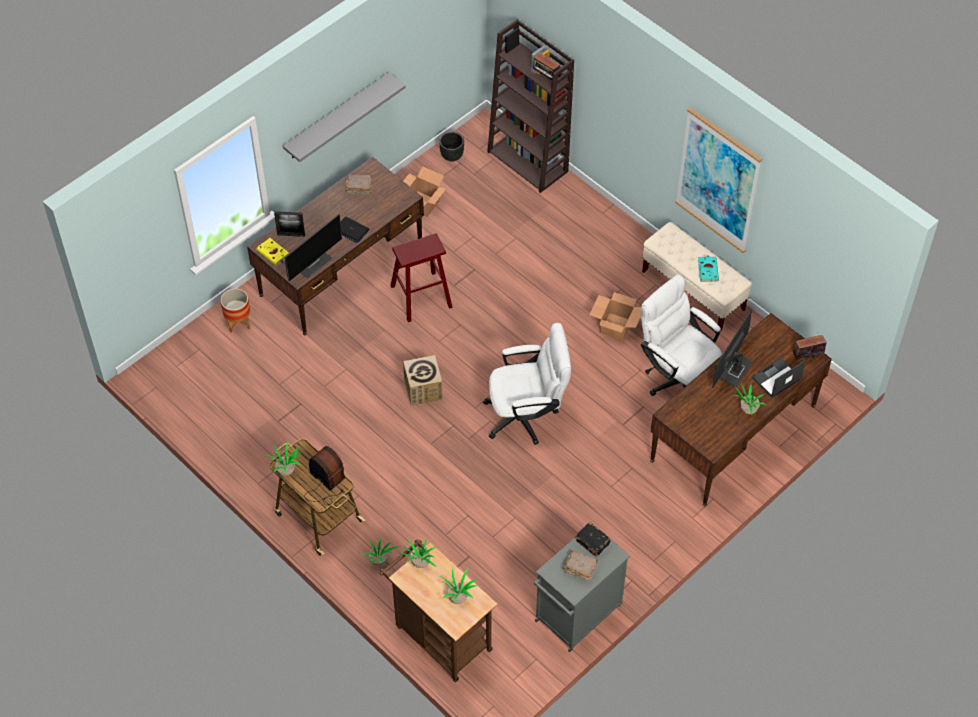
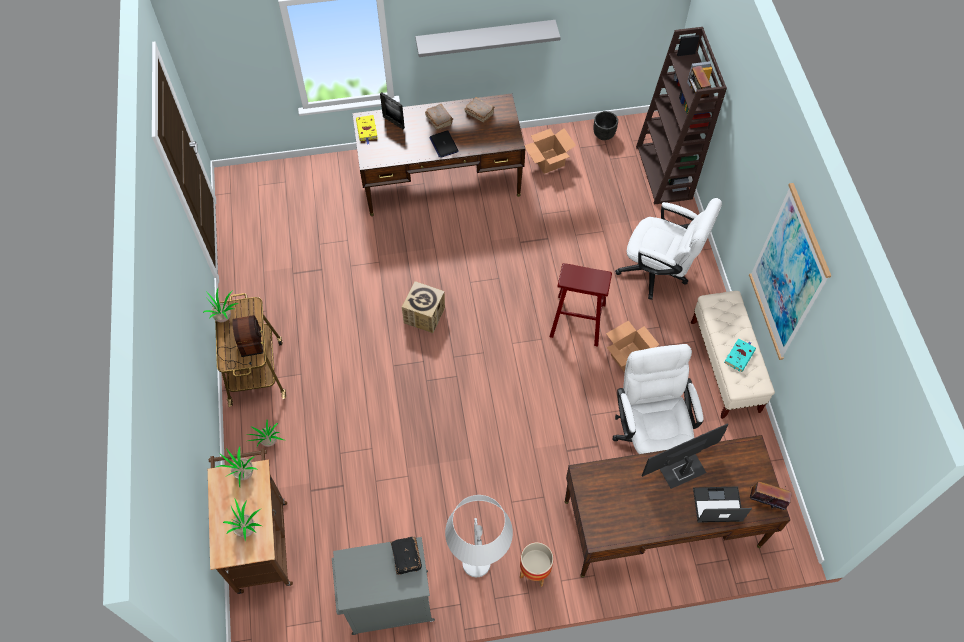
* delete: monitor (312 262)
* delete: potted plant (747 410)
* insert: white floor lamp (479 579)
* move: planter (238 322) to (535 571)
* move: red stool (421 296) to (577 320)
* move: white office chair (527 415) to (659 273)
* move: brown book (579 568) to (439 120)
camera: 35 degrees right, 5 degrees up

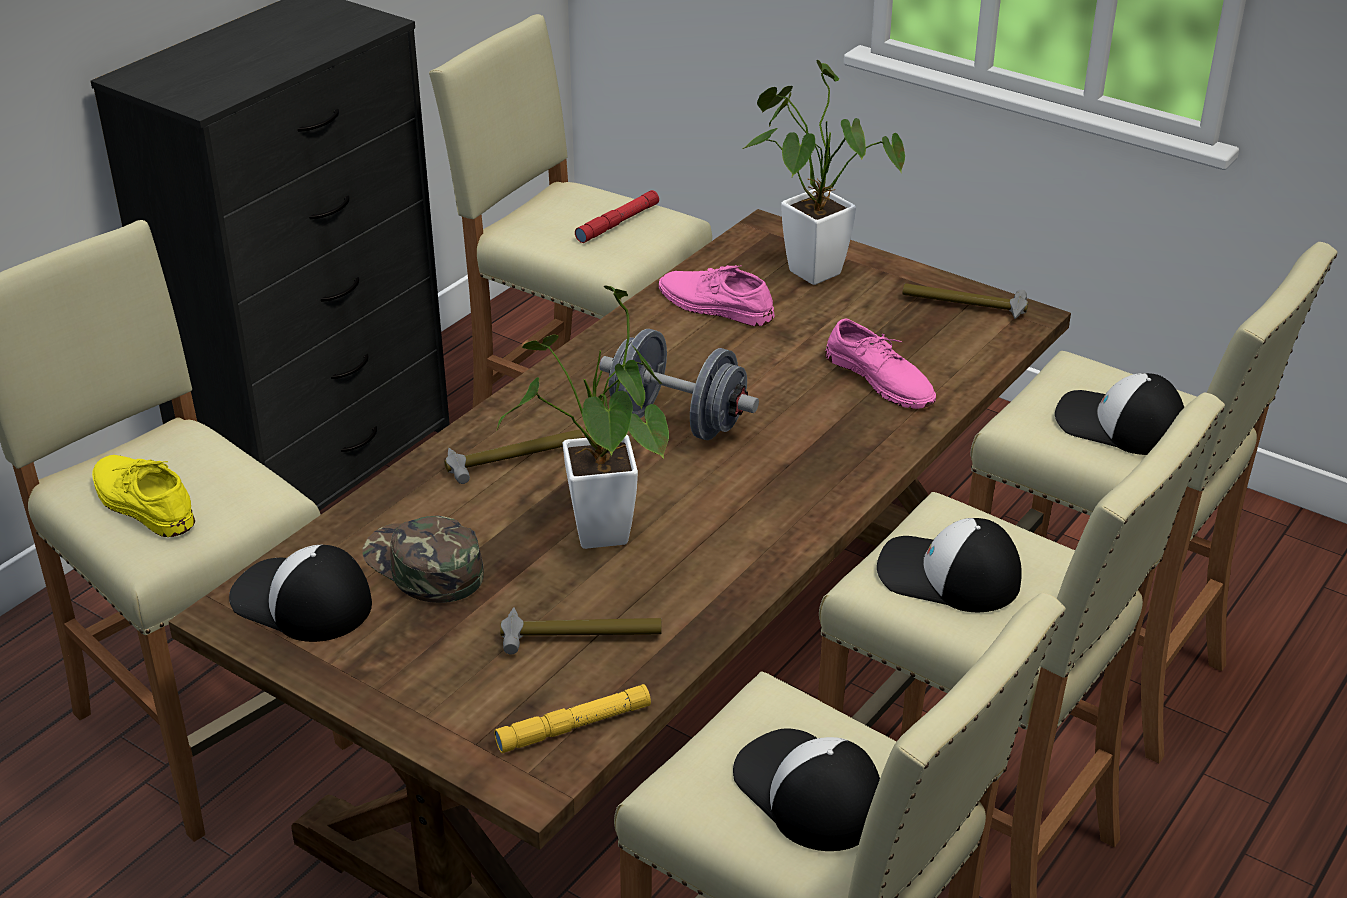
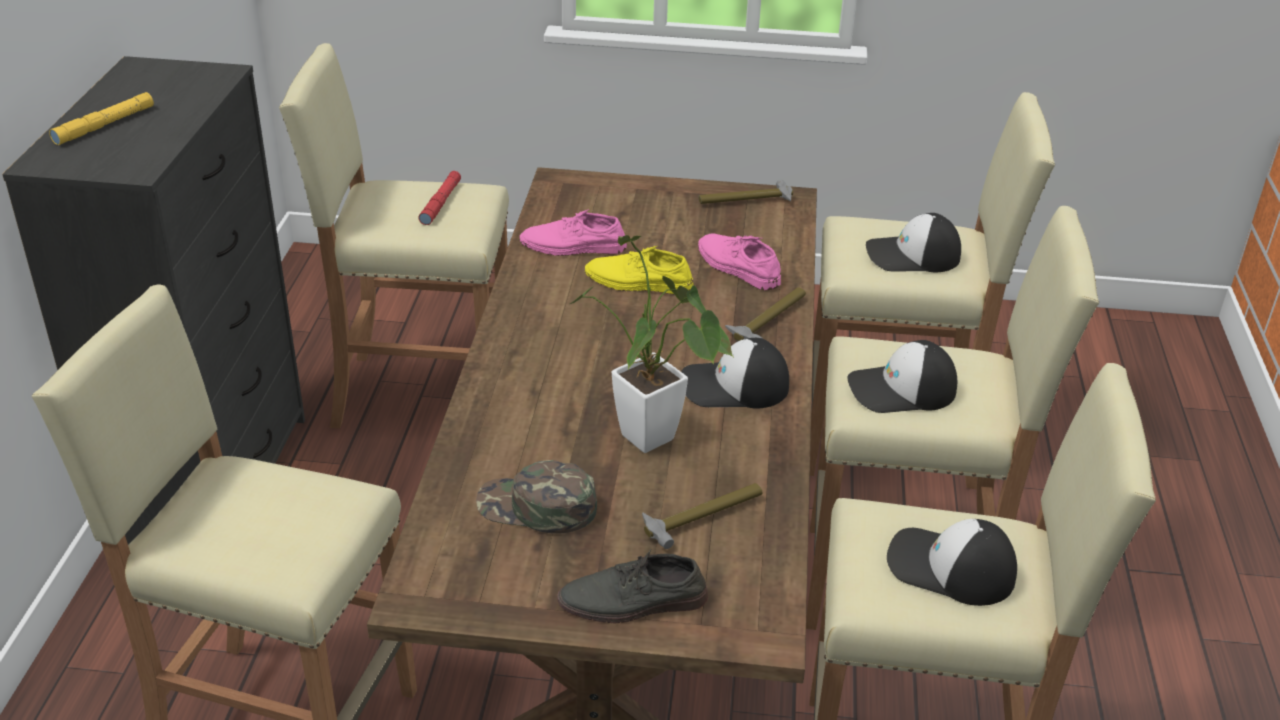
* delete: grey dumbbell (677 422)
* delete: potted plant (807 268)
* insert: grey shoe (633 602)
* move: yellow shoe (141 502) to (638 282)
* move: cap (301 601) to (733 386)
* move: hammer (515 459) to (769 321)
* move: yellow flashlight (574 726) to (104 125)
* rotate: pink shoe (880 378) = (737 267) 150 degrees counterclockwise
camera: 30 degrees left, 0 degrees up

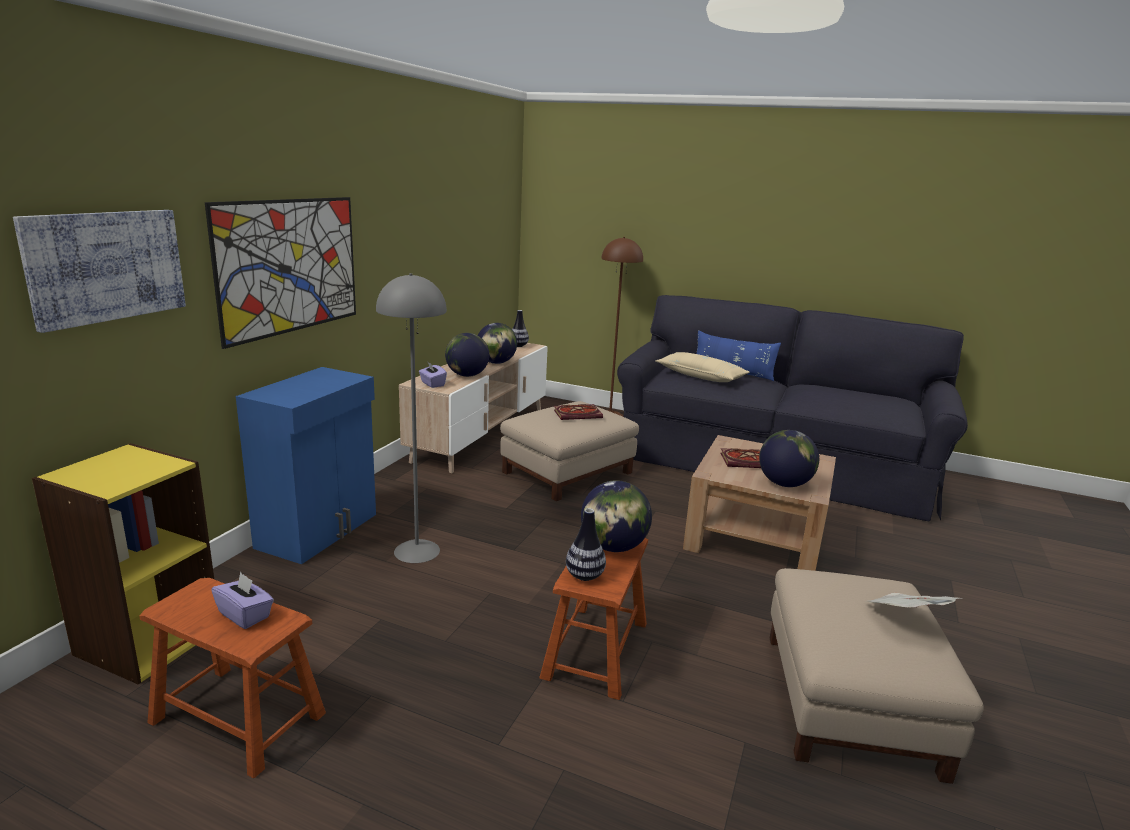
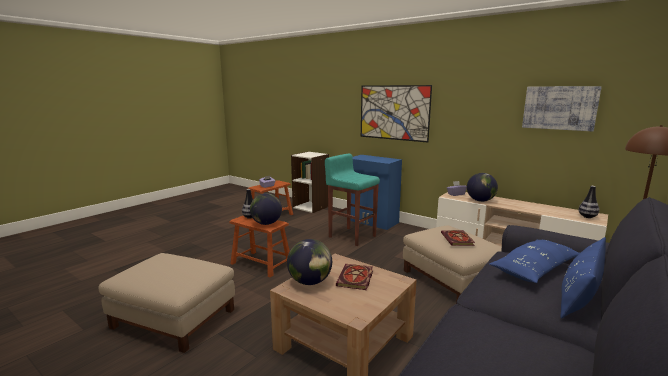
* delete: globe (496 363)
* delete: newspaper (906 618)
* move: picture (106 266) to (559 108)
* replace: grey floor lamp (416 551) to turquoise stool (352 236)
* recolor: yellow bookcase (148 640) to white bookcase (311 207)
* recolor: beige pillow (701 376) to blue pillow (535 269)
camera: 105 degrees right, 5 degrees down

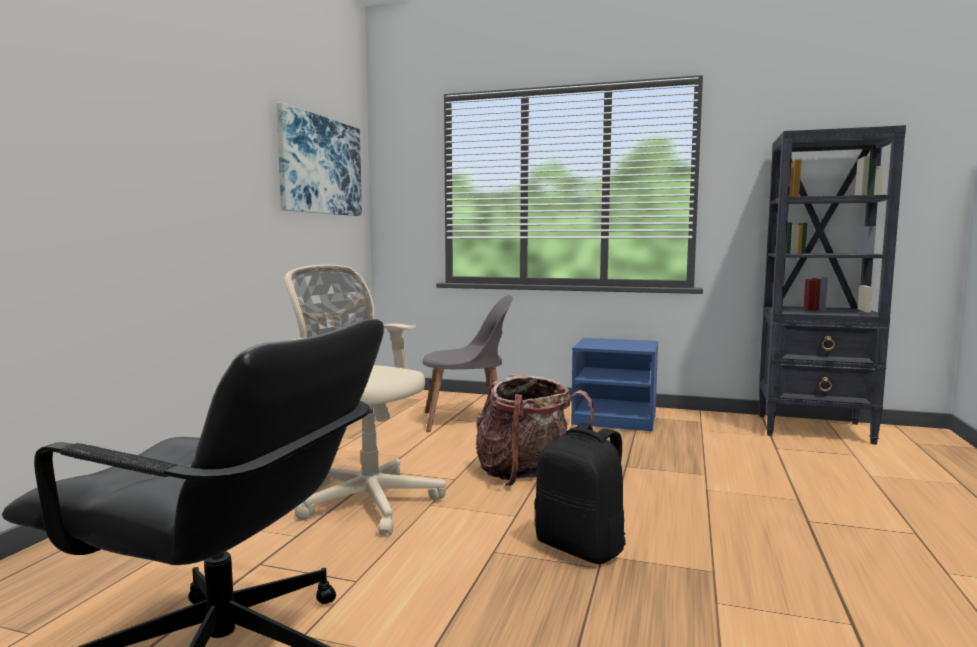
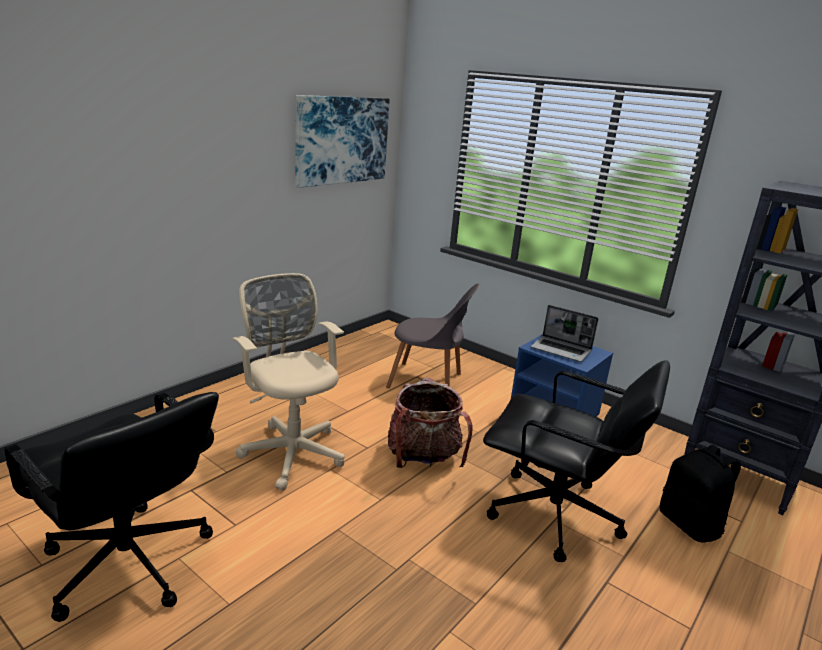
* insert: black office chair (555 516)
* insert: laptop (561 350)
* move: black backpack (582 547) to (690 525)
camera: 20 degrees right, 15 degrees up

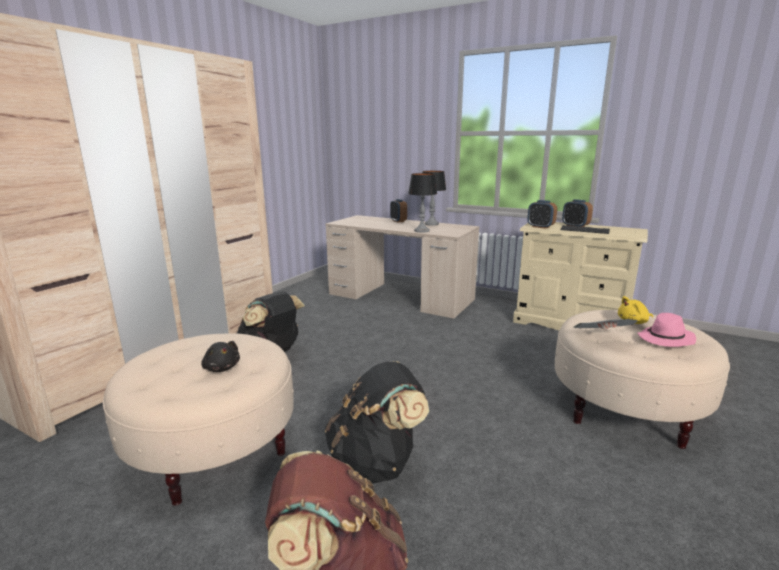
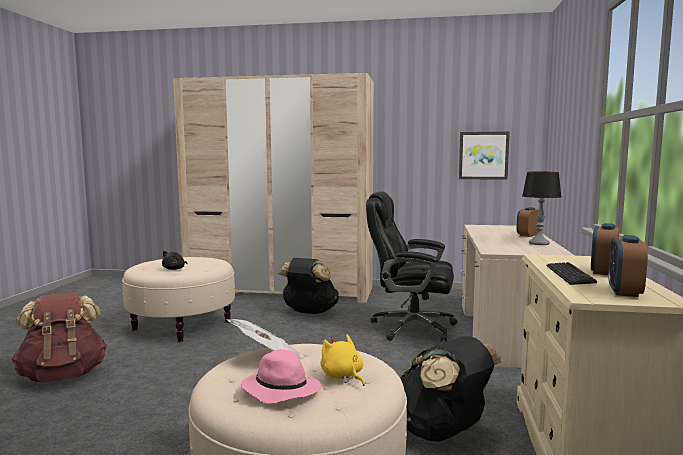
* delete: table lamp (421 231)
* insert: black office chair (411 327)
* insert: picture (483 155)
* move: black backpack (376 463) to (442 433)
* move: alarm clock (540 227) to (624 292)
camera: 70 degrees right, 10 degrees down

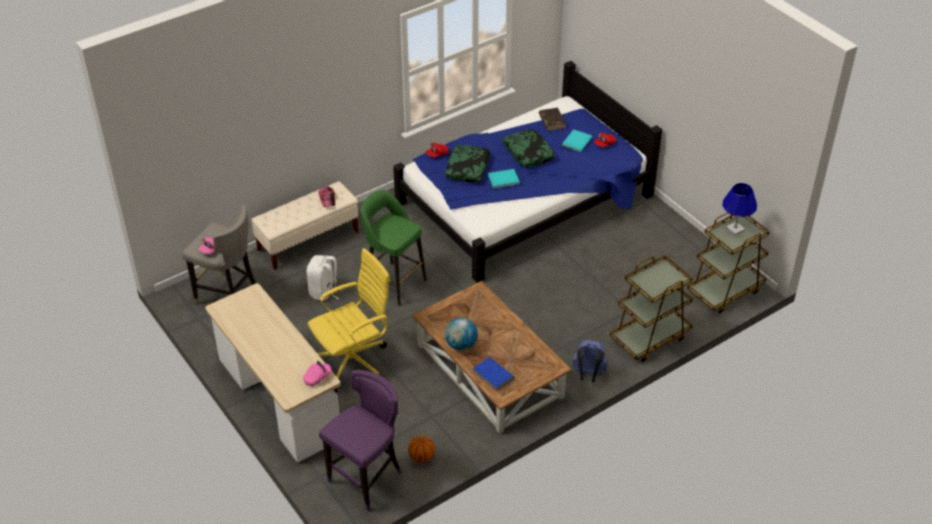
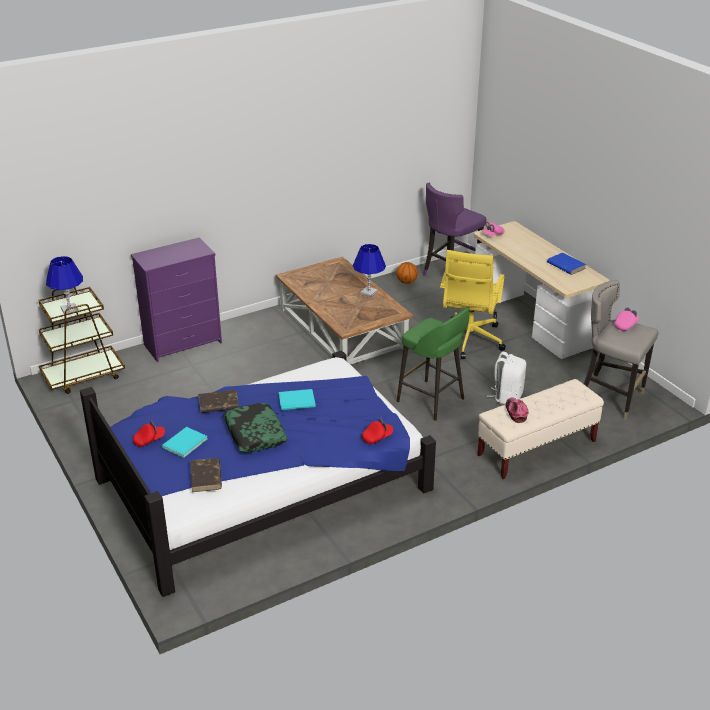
* delete: pillow (467 168)
* delete: blue backpack (588 374)
* insert: brown book (218 404)
* move: blue book (493 375) to (565 265)
* replace: globe (461 345) to blue table lamp (369 292)
* replace: brown cart (649 337) to purple dresser (183 344)
* rotate: yellow office chair (354 362) = (468 340) 45 degrees counterclockwise
camera: 175 degrees left, 10 degrees down

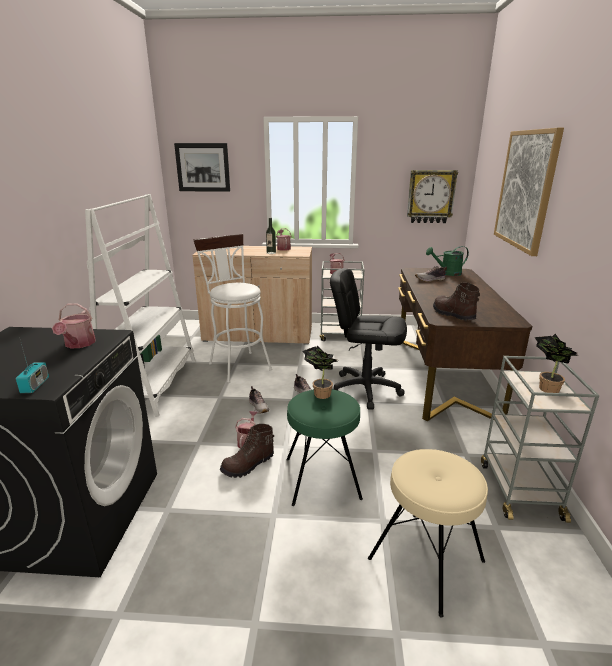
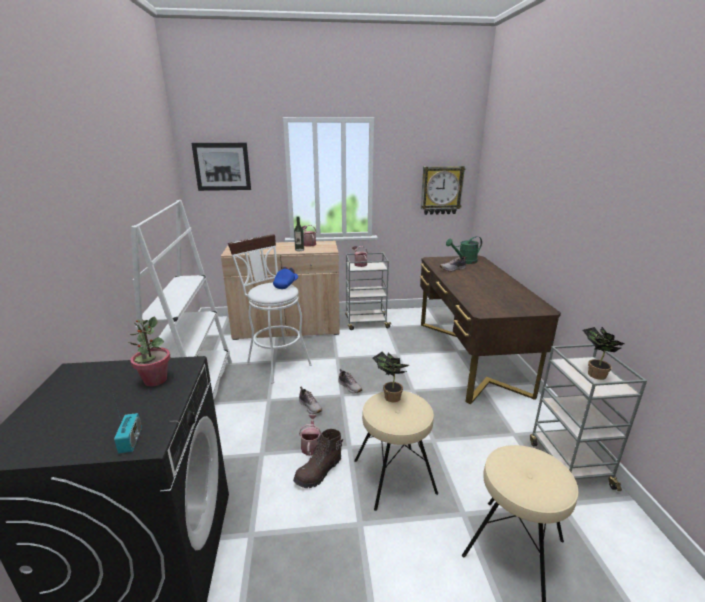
* delete: black office chair (365 389)
* delete: brown boot (452 315)
* delete: picture (525 189)
* insert: blue cap (286 284)
* replace: watering can (78 344) to potted plant (155 380)
* recolor: green stool (322 478) to beige stool (394 476)
camera: 10 degrees left, 0 degrees up

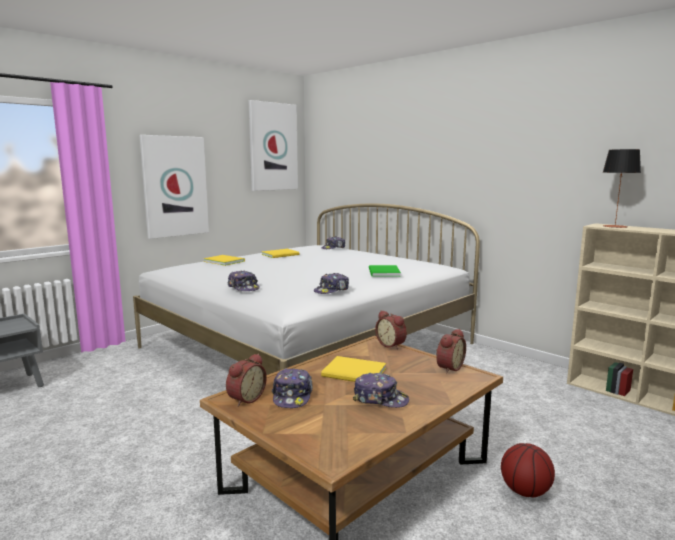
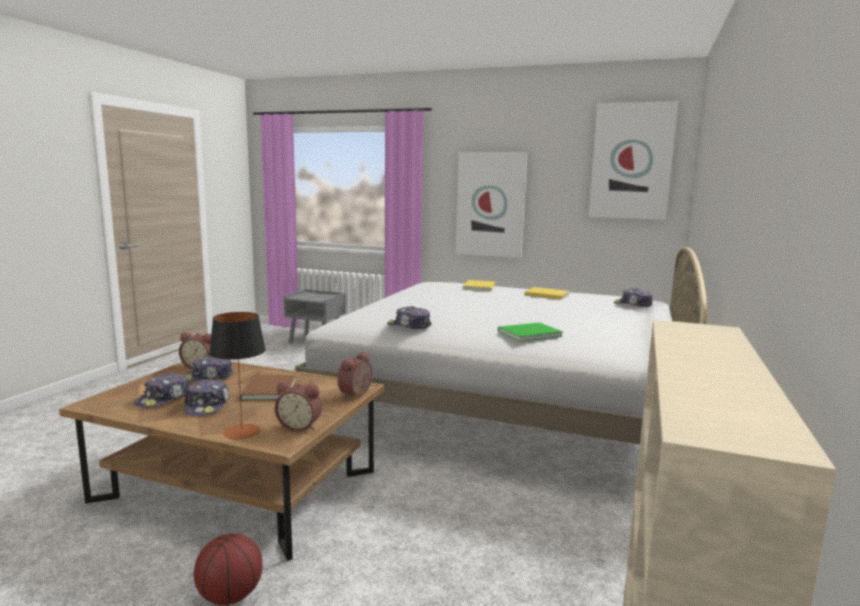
* move: cap (243 288) to (163 399)
* move: table lamp (615 226) to (242 431)
* recolor: yellow book (355 373) to brown book (267 390)
camera: 65 degrees right, 0 degrees up

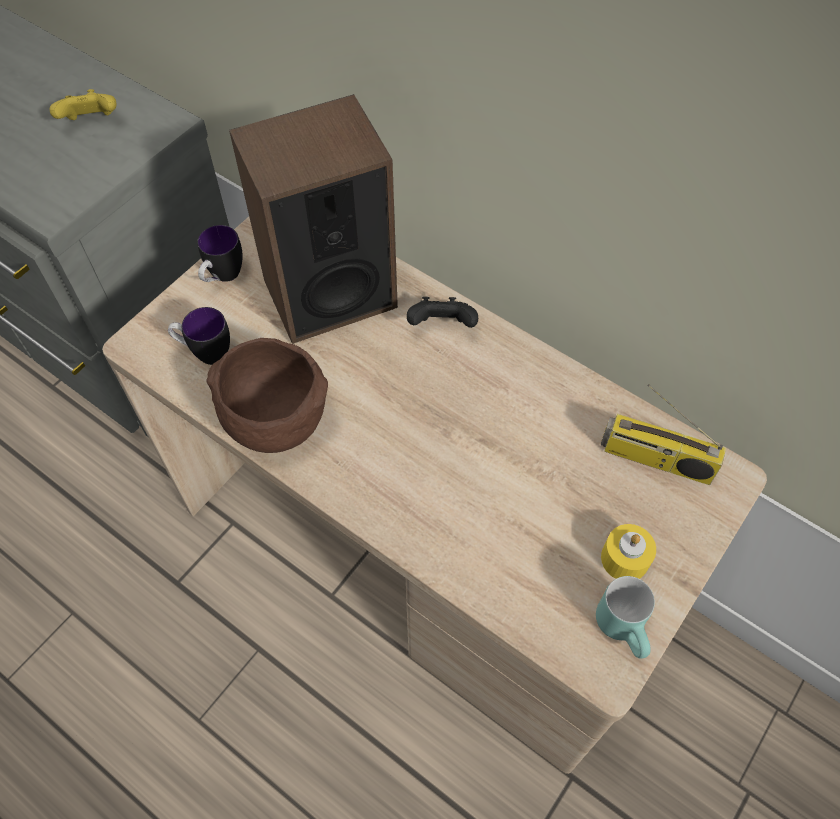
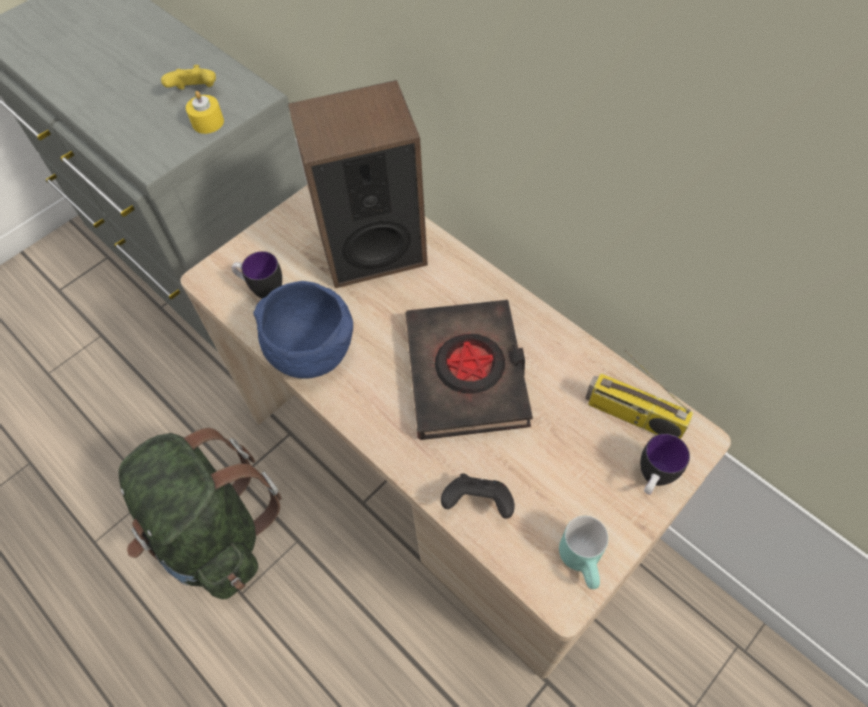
* insert: green backpack (213 533)
* insert: black book (467 373)
* move: mug (222 278) to (652 480)
* move: black game controller (442 326) to (478 503)
* move: yellow candle (625 559) to (208 122)
* recolor: brown bowl (273 421) to blue bowl (309 352)
camera: 10 degrees right, 0 degrees up

